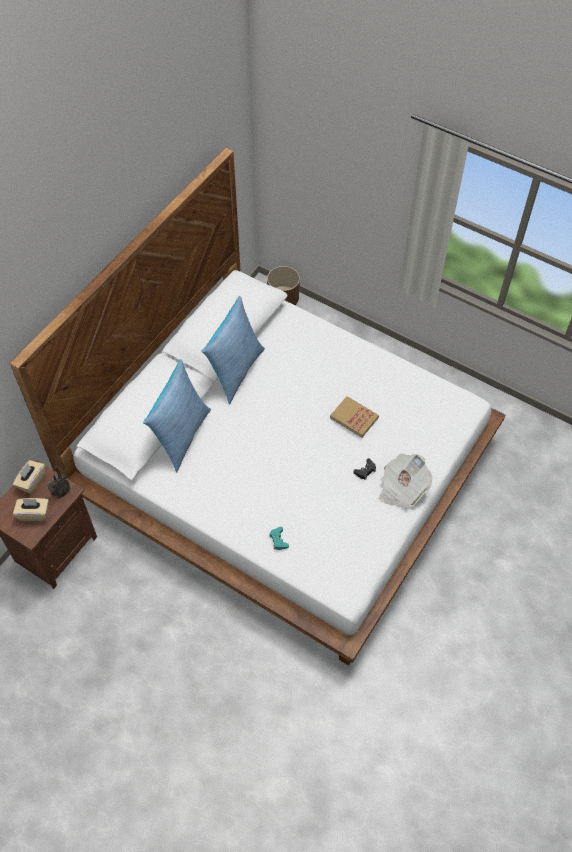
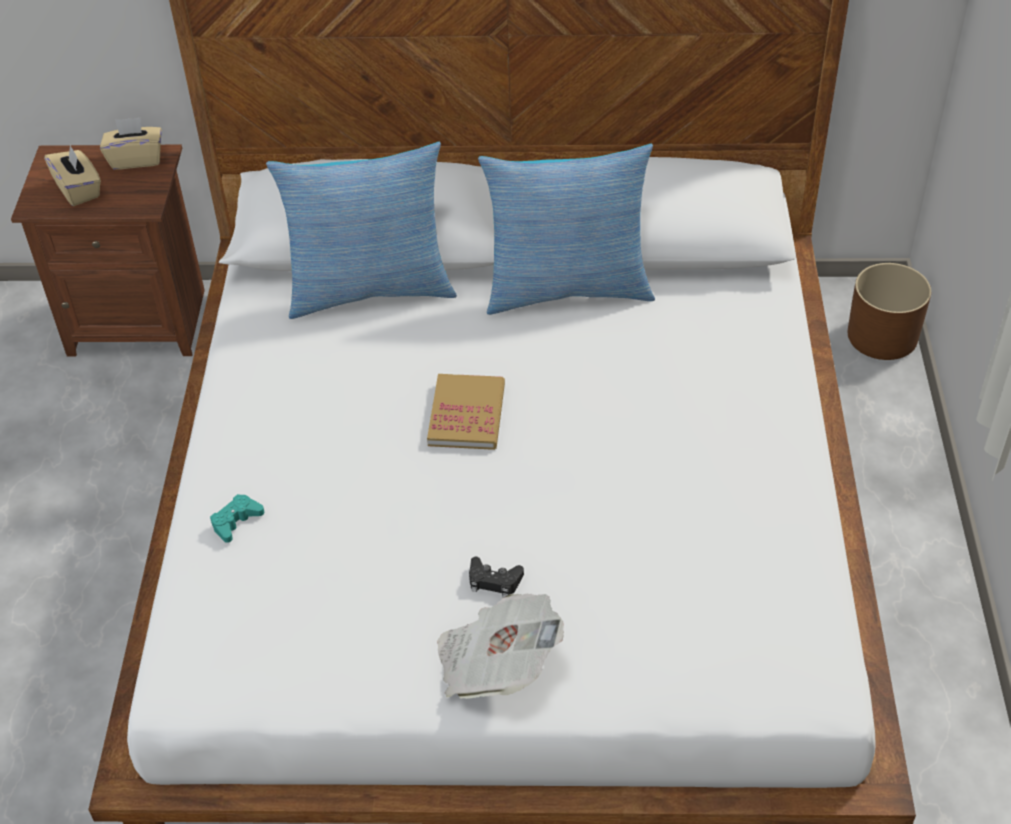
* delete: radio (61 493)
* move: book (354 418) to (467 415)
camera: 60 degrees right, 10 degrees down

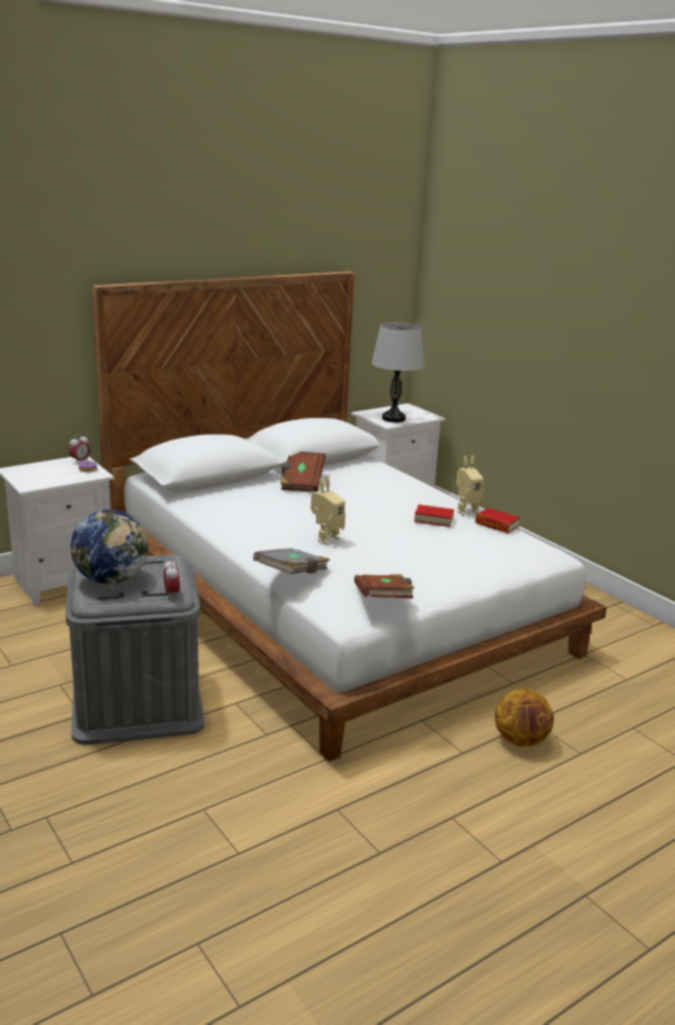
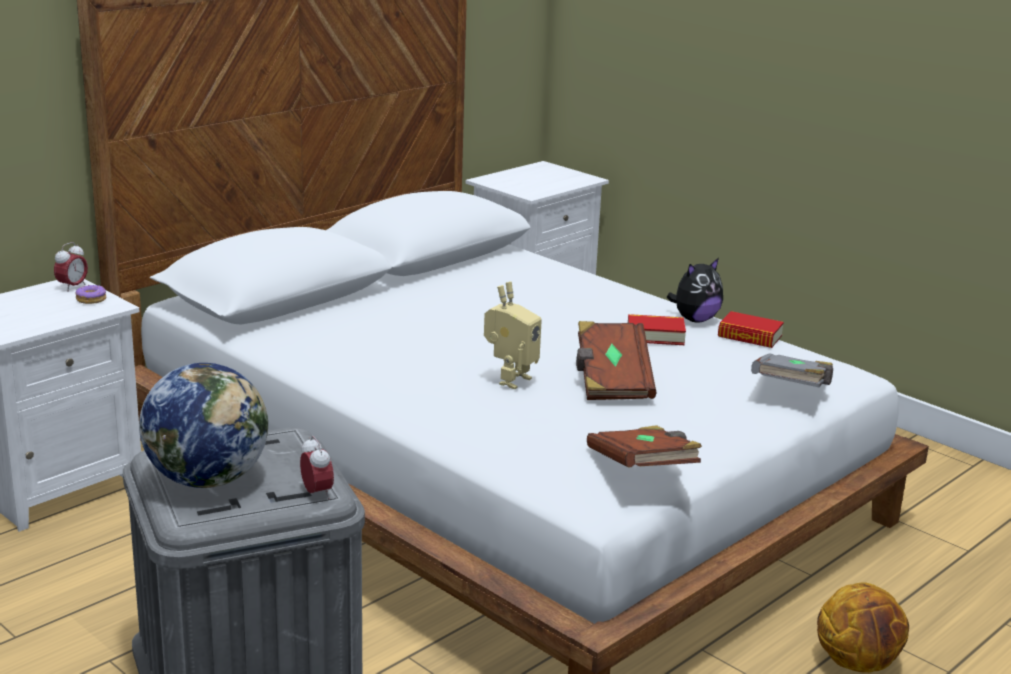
* delete: grey table lamp (393 418)
* move: grey book (292 575) to (792 390)
* move: brown book (301 482) to (611 381)
* replace: toy robot (465 511) to plush toy (695 319)
camera: 10 degrees left, 0 degrees up

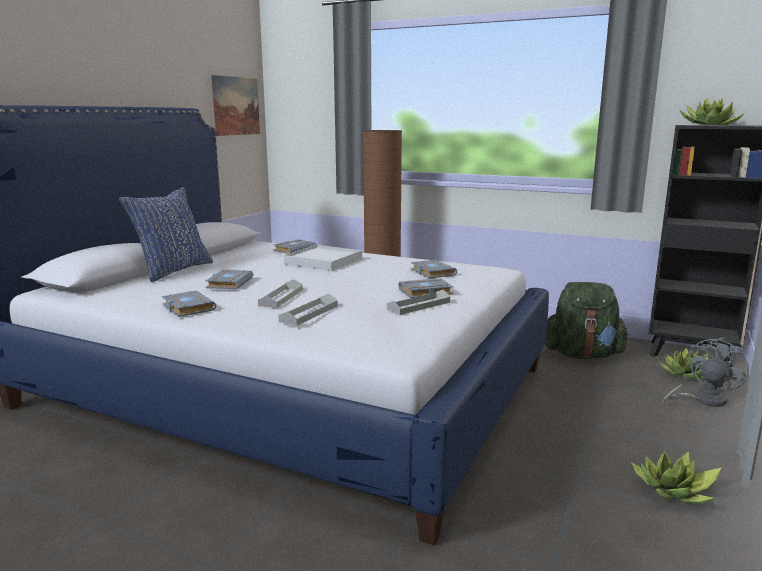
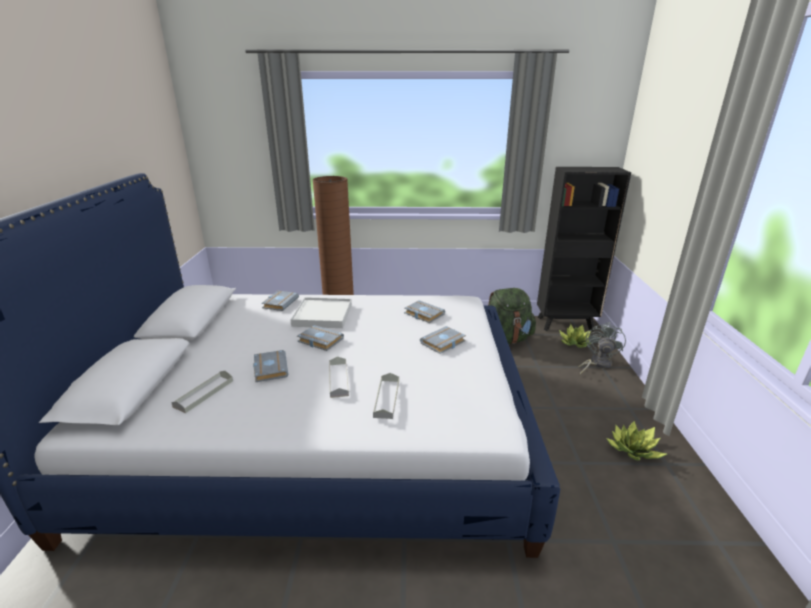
* delete: blue pillow (172 270)
* delete: picture (236 106)
* delete: potted plant (709 125)
* move: grey book (186 308) to (319 341)
* move: grey tray (419 306) to (204 393)
camera: 25 degrees left, 10 degrees up

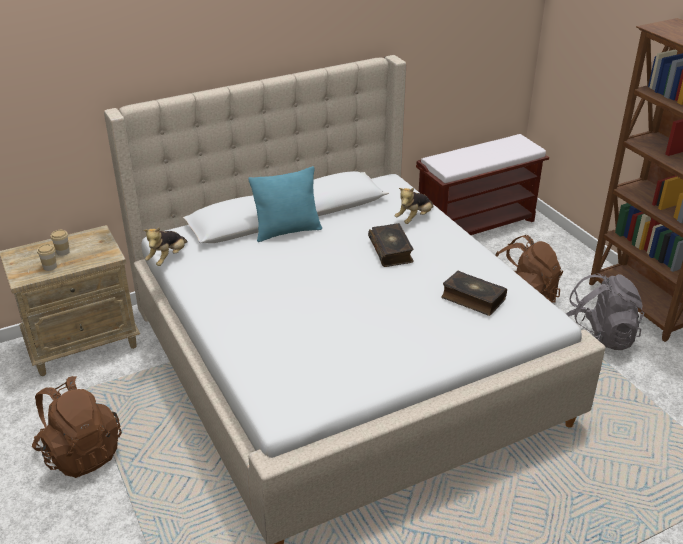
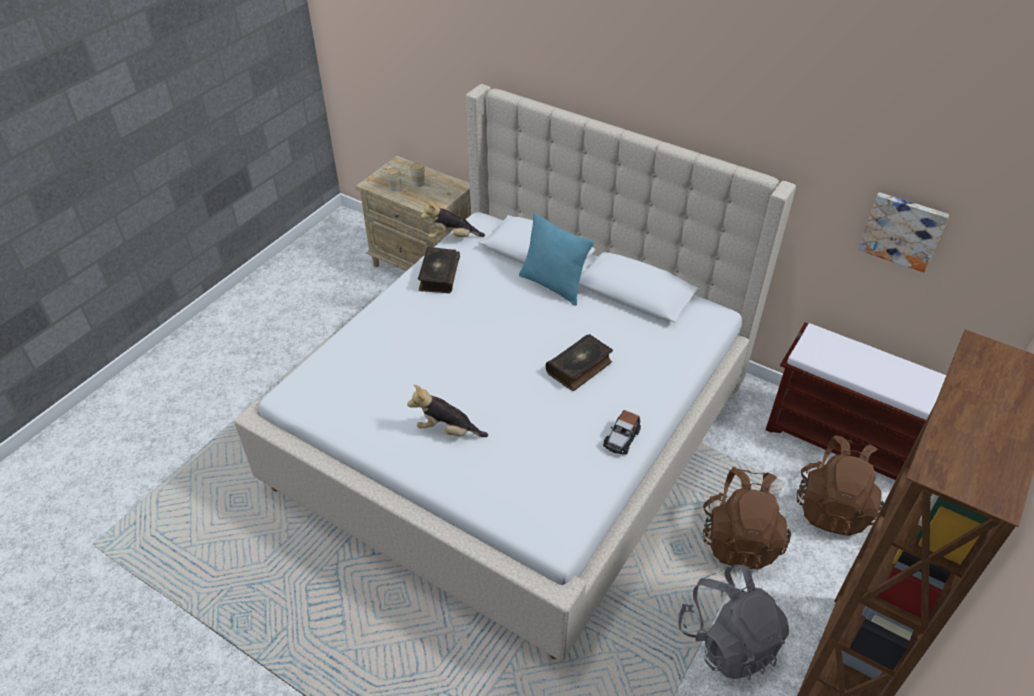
* insert: toy car (622 438)
* insert: picture (902 230)
* move: brown backpack (80 452) to (832 507)
* move: plush toy (414 218) to (447 430)
* move: book (472 299) to (438 276)
camera: 60 degrees right, 10 degrees up

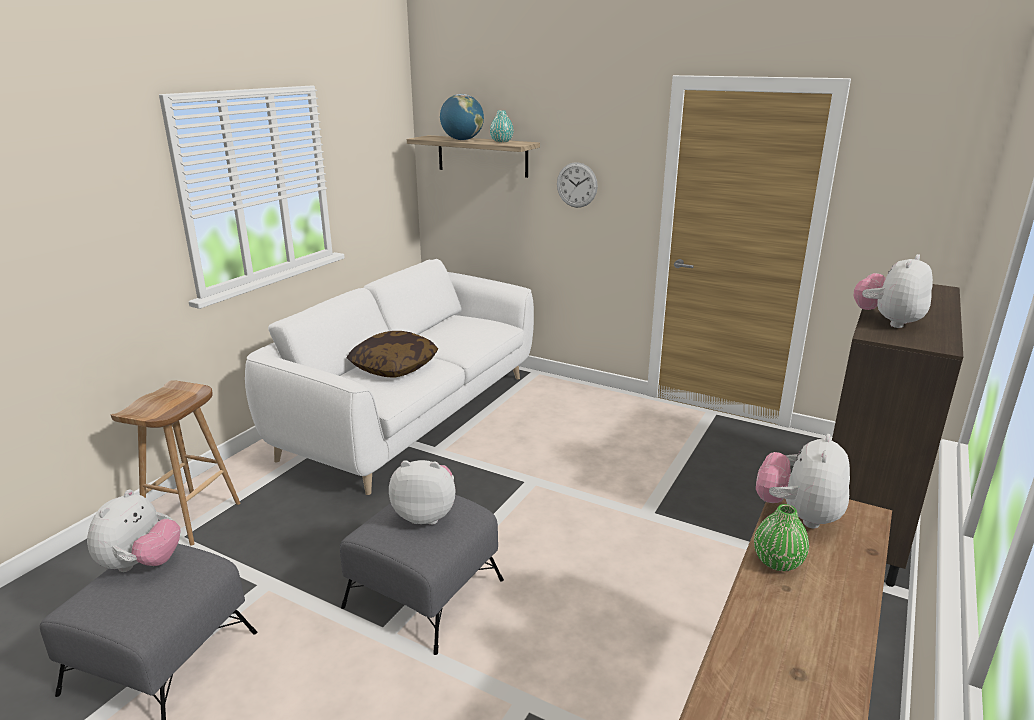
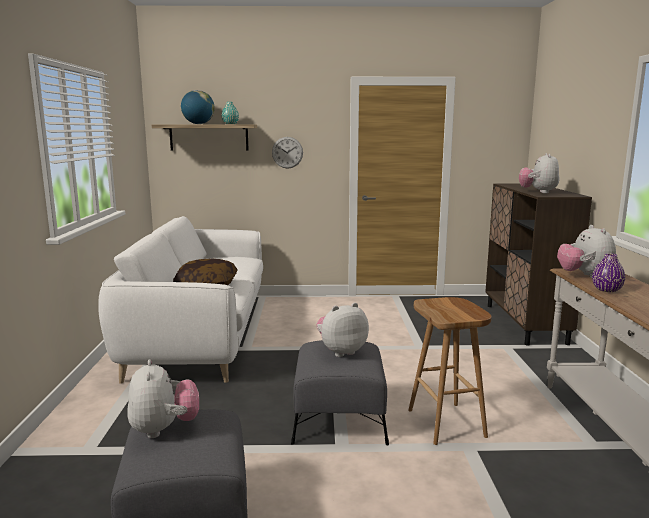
* move: brown stool (192 519) to (447 423)
* recolor: green vase (777 562) to purple vase (606 290)
camera: 30 degrees left, 10 degrees down

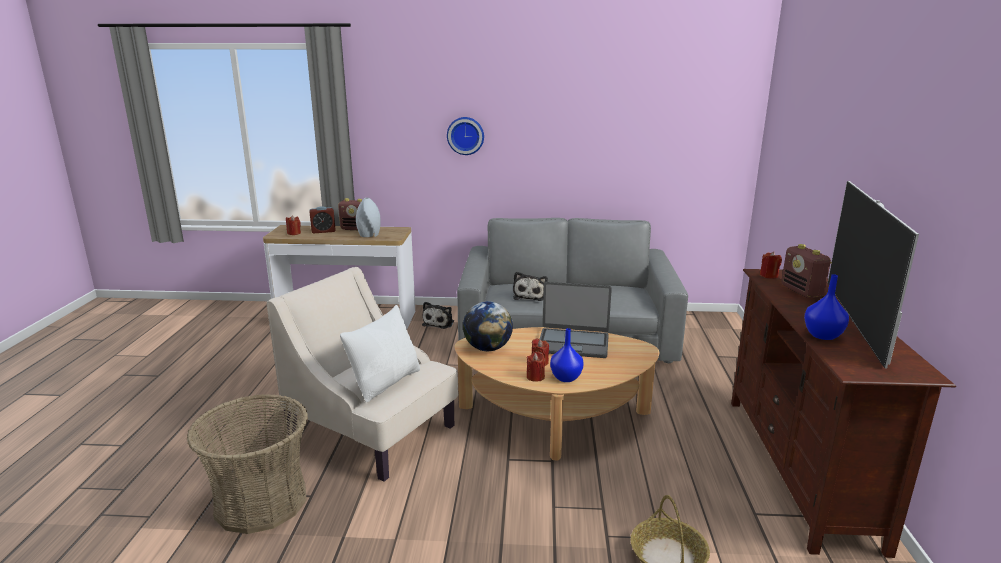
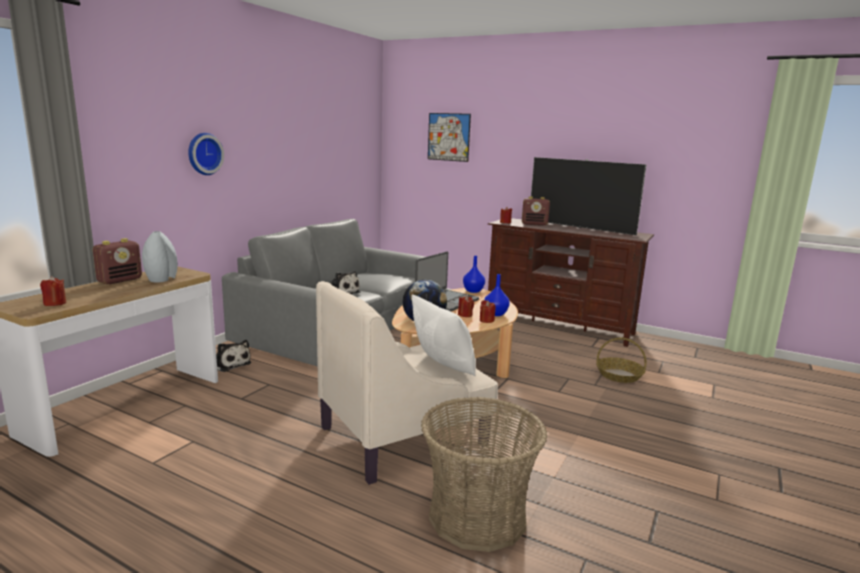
* delete: alarm clock (323 231)
* insert: picture (448 137)
* move: blue vase (823 335) to (473 291)
camera: 65 degrees left, 5 degrees down

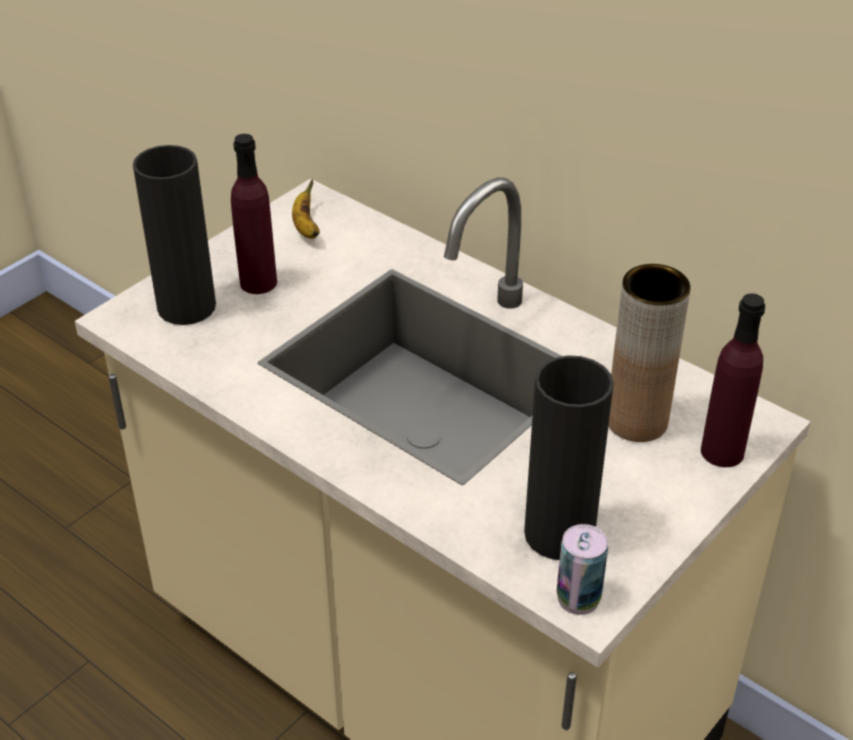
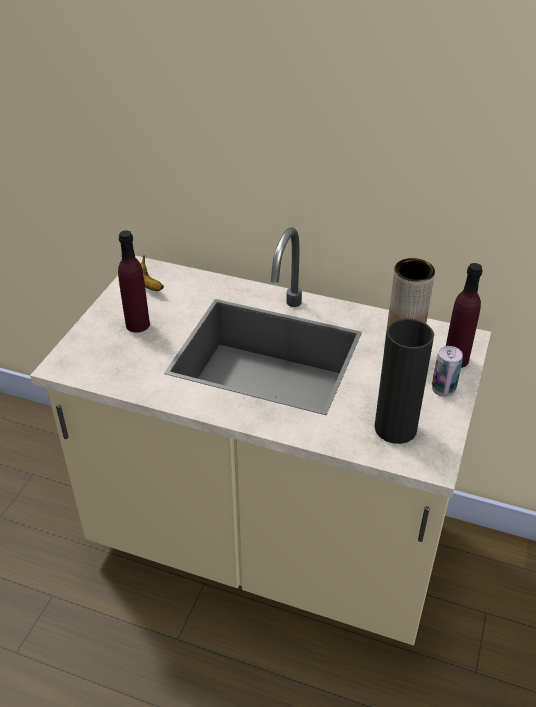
* delete: black vase (186 307)
* move: can (578 598) to (443 389)
camera: 20 degrees left, 0 degrees up

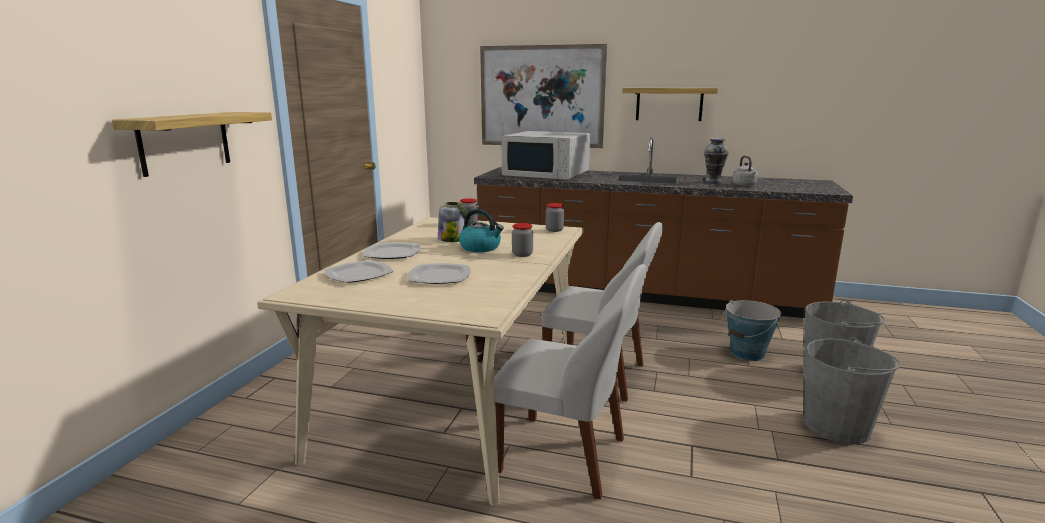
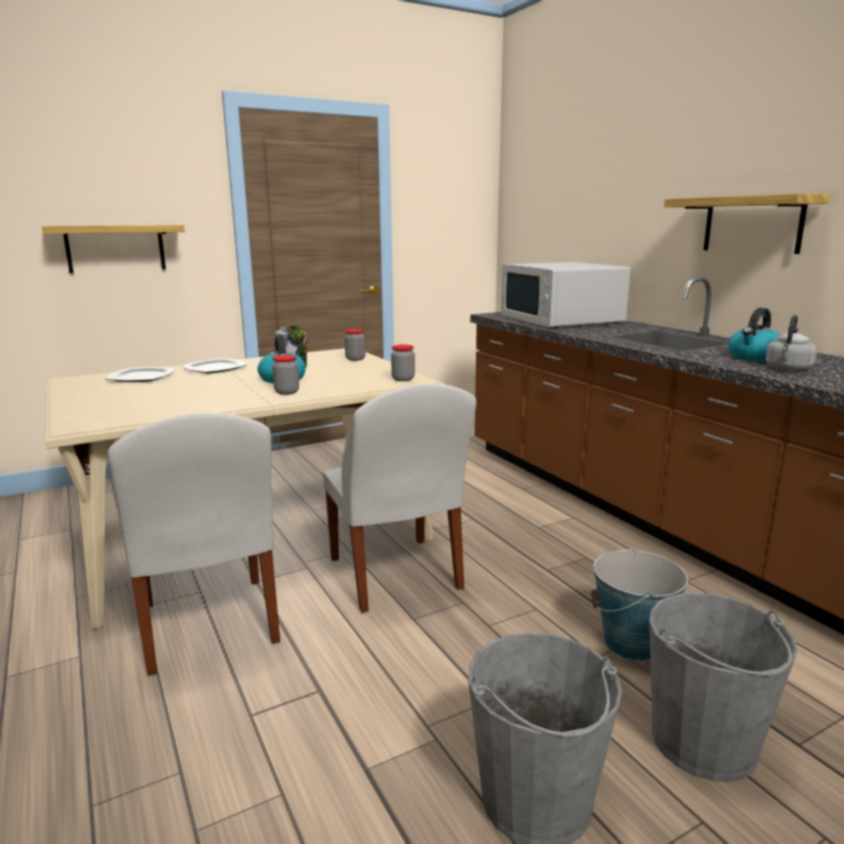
* delete: plate (440 276)
* delete: picture (541 96)
* replace: vase (713 182) to kettle (754 357)
camera: 45 degrees right, 0 degrees up

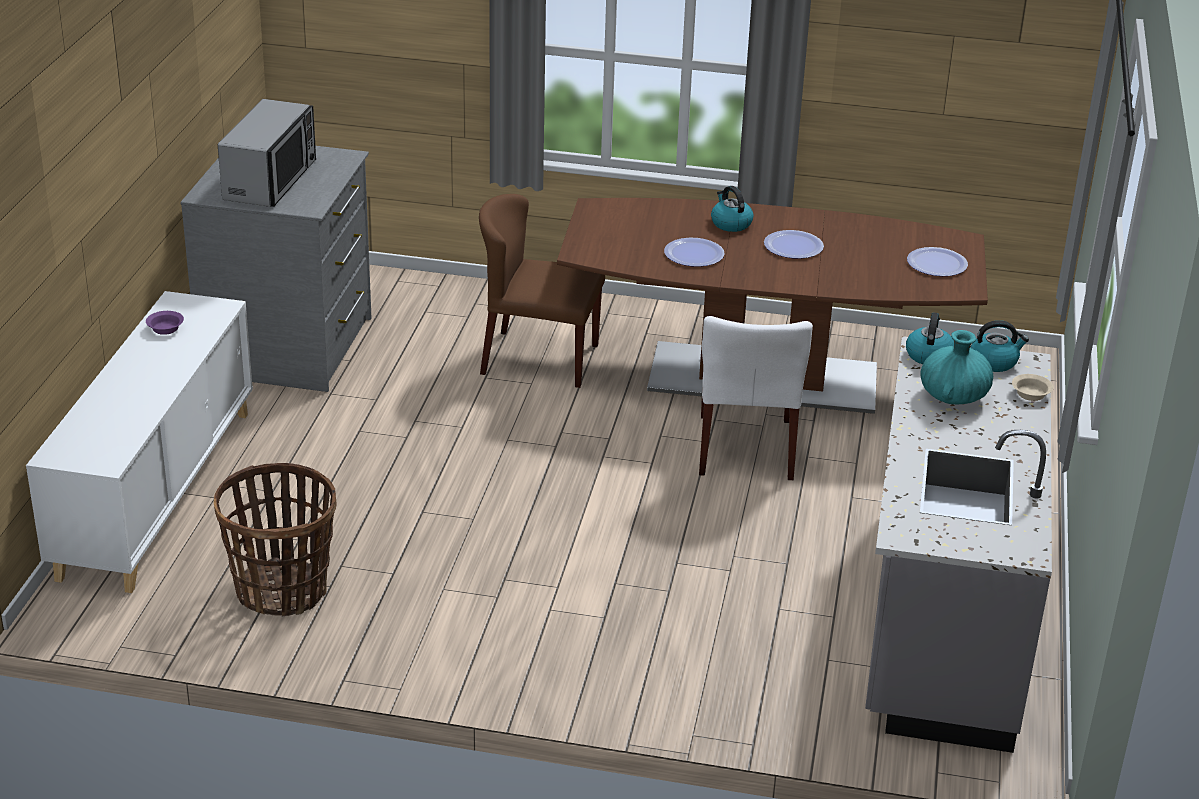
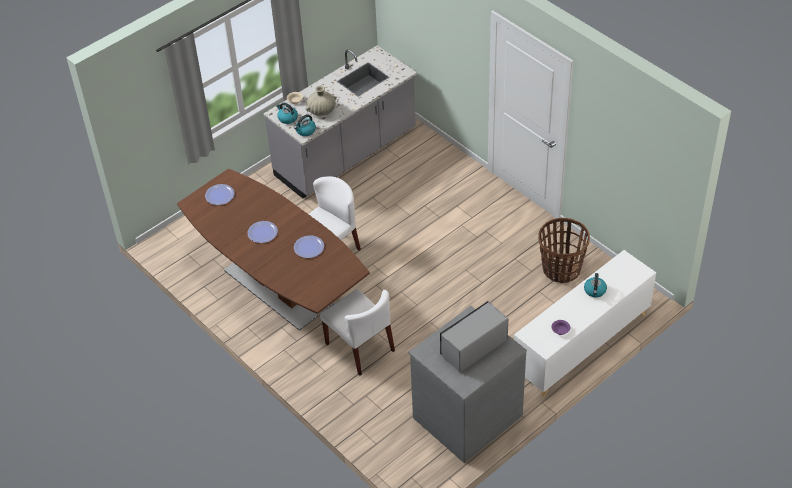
* move: kettle (730 223) to (595 291)
* recolor: brown chair (538 359) to white chair (360 347)
* recolor: turquoise vase (953 397) to beige vase (321 111)
camera: 140 degrees left, 15 degrees up

